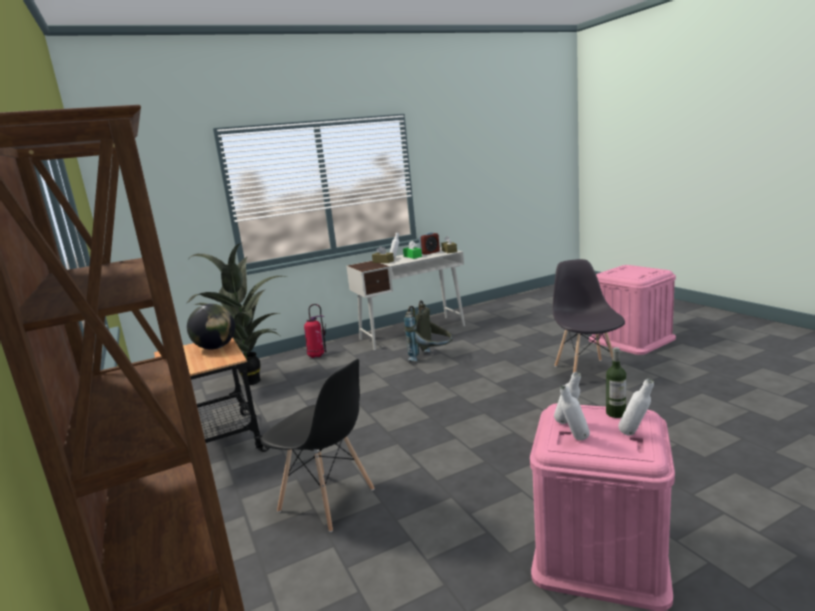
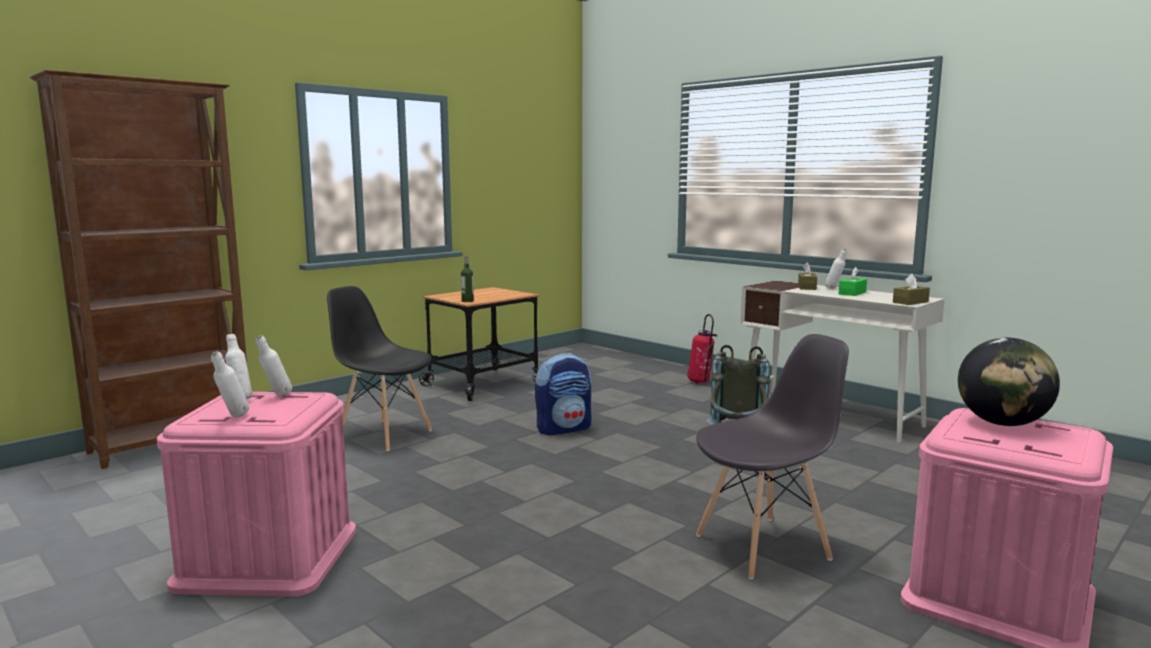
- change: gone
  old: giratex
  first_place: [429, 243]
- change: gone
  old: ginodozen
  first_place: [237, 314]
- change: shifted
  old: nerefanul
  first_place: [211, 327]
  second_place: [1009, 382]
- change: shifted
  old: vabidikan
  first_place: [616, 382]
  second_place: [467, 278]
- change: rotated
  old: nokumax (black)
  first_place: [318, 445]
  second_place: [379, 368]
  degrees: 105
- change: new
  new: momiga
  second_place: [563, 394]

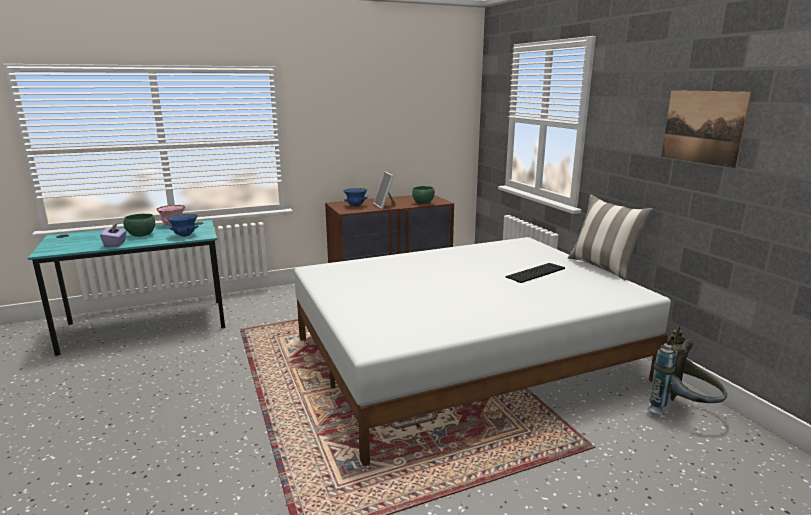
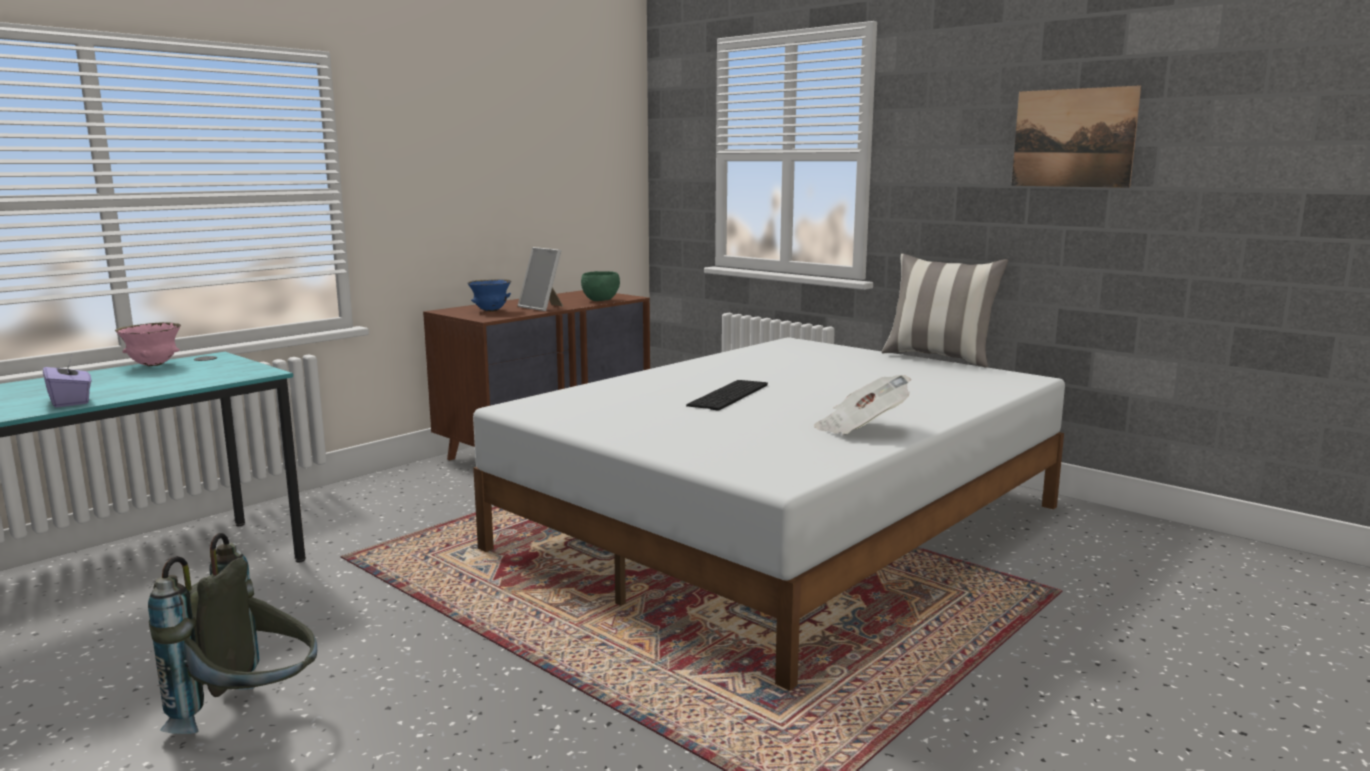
- change: gone
  old: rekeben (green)
  first_place: [139, 225]
- change: gone
  old: rekeben (blue)
  first_place: [183, 225]
- change: shifted
  old: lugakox
  first_place: [535, 273]
  second_place: [727, 395]
- change: shifted
  old: momiga (grey)
  first_place: [687, 370]
  second_place: [232, 633]
- change: new
  new: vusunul
  second_place: [862, 405]

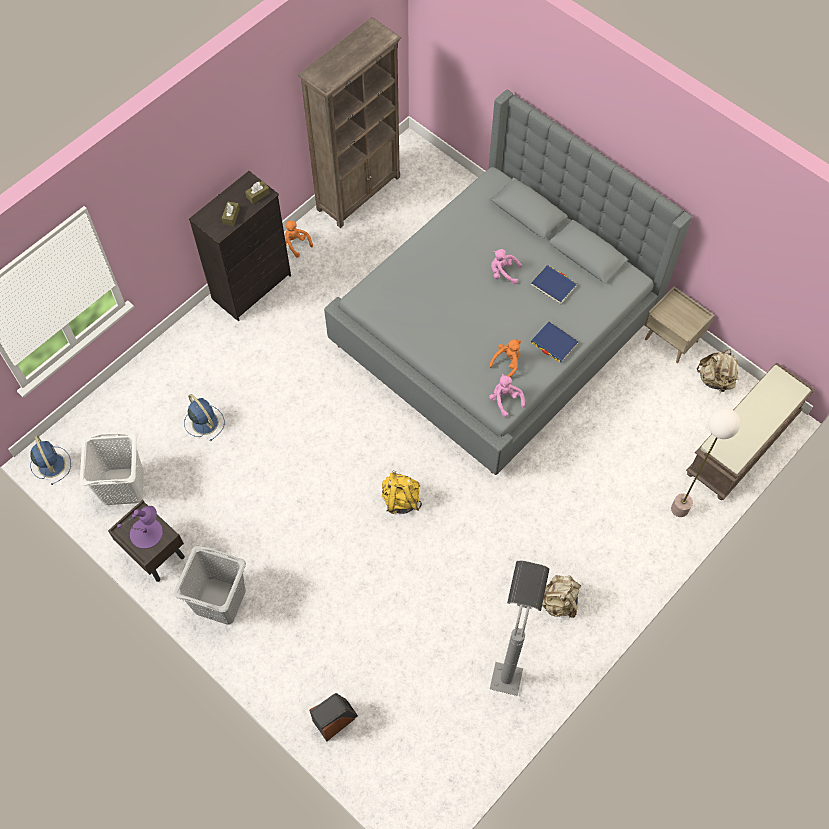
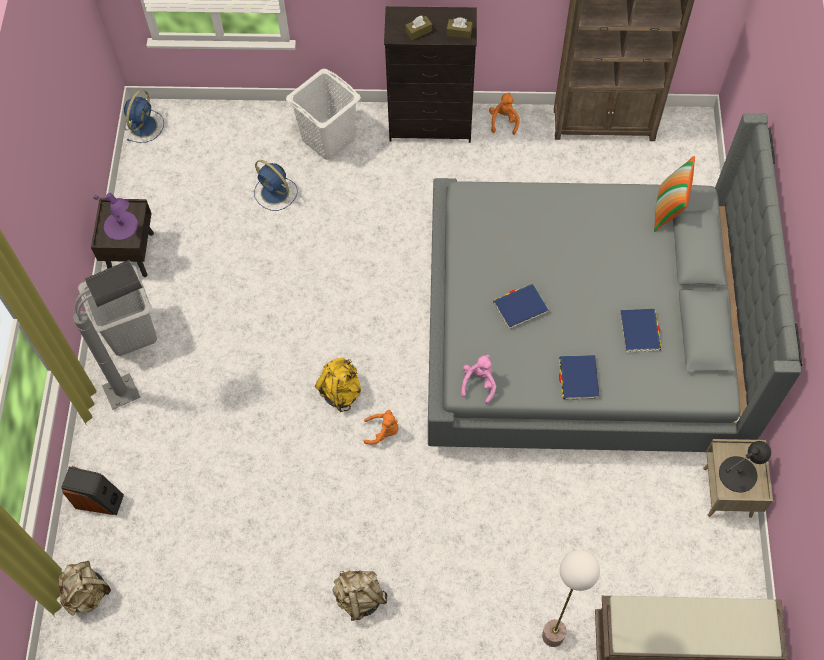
- change: gone
  old: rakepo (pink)
  first_place: [506, 266]
- change: shifted
  old: rakepo (orange)
  first_place: [505, 358]
  second_place: [381, 427]
- change: shifted
  old: momiga (beige)
  first_place: [717, 370]
  second_place: [84, 588]
- change: rotated
  old: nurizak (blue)
  first_place: [204, 417]
  second_place: [276, 185]
  degrees: 120
- change: shifted
  old: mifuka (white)
  first_place: [112, 468]
  second_place: [323, 114]
- change: shifted
  old: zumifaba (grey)
  first_place: [519, 628]
  second_place: [108, 335]
- change: new
  new: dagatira
  second_place: [674, 194]
- change: new
  new: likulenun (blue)
  second_place: [521, 306]
- change: new
  new: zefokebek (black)
  second_place: [745, 466]

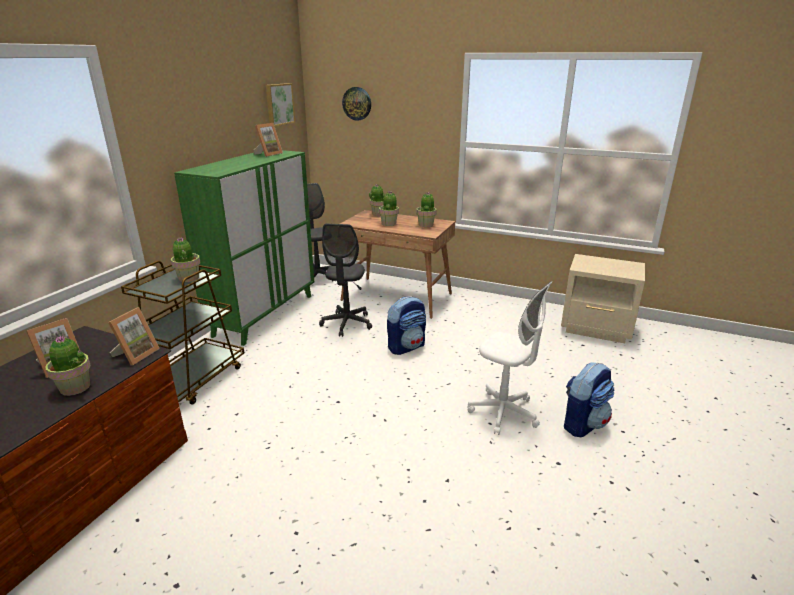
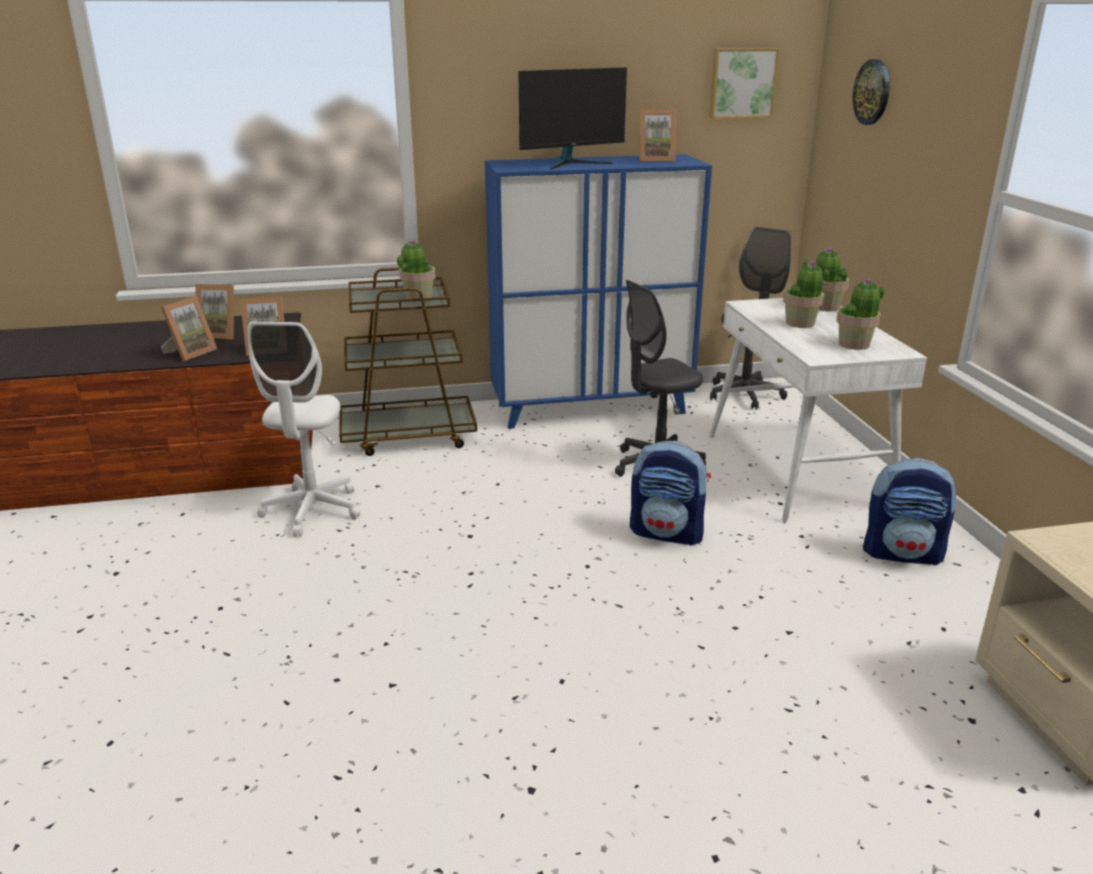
- change: repainted
  old: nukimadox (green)
  new: nukimadox (blue)
  first_place: [244, 248]
  second_place: [598, 291]
- change: repainted
  old: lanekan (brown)
  new: lanekan (white)
  first_place: [397, 264]
  second_place: [818, 410]
- change: shifted
  old: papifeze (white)
  first_place: [510, 358]
  second_place: [304, 429]
- change: swapped
  old: ginodozen
  new: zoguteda
  first_place: [68, 366]
  second_place: [189, 328]
- change: shifted
  old: momiga
  first_place: [589, 399]
  second_place: [910, 512]
- change: new
  new: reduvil
  second_place: [572, 118]

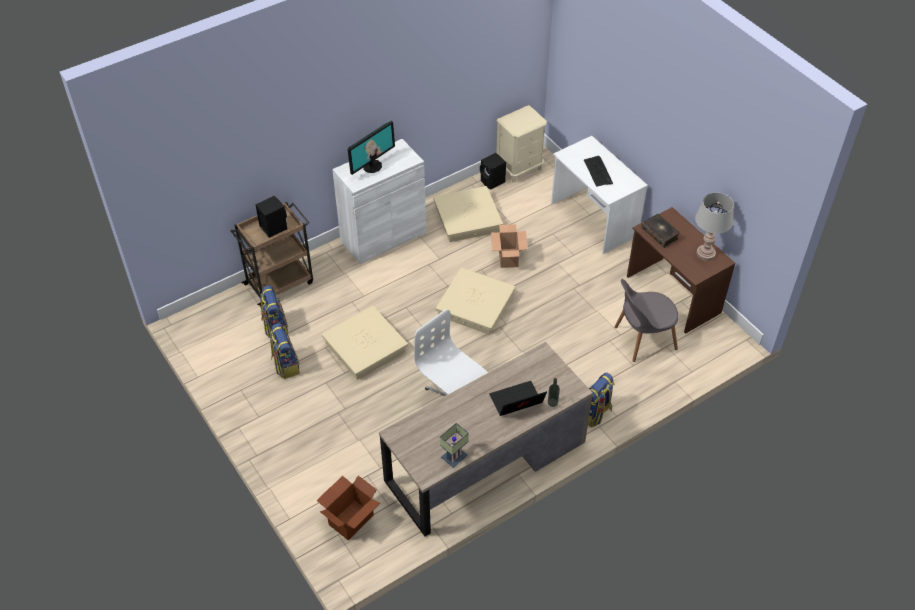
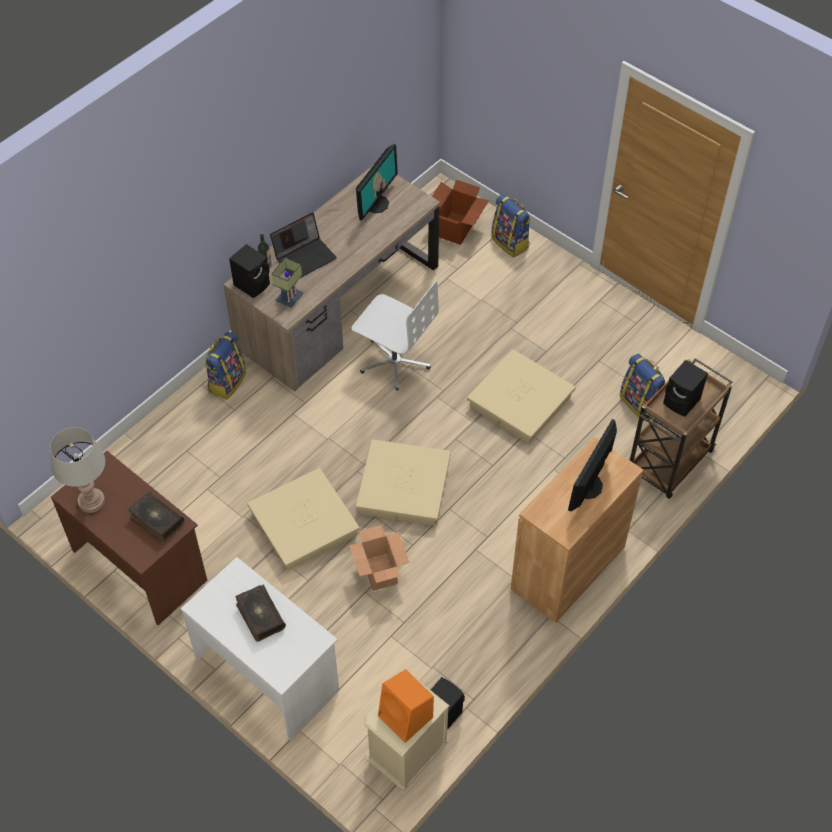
- change: repainted
  old: nukimadox (white)
  new: nukimadox (brown)
  first_place: [379, 201]
  second_place: [577, 530]
- change: swapped
  old: lugakox
  new: likulenun
  first_place: [598, 171]
  second_place: [261, 613]
- change: shifted
  old: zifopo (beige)
  first_place: [468, 214]
  second_place: [303, 519]
- change: gone
  old: nokumax (grey)
  first_place: [646, 320]
- change: shifted
  old: momiga
  first_place: [285, 351]
  second_place: [511, 226]
- change: shifted
  old: zefokebek
  first_place: [454, 445]
  second_place: [288, 282]
- change: new
  new: reduvil
  second_place: [377, 182]
- change: new
  new: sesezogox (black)
  second_place: [249, 271]
- change: new
  new: sesezogox (orange)
  second_place: [406, 706]

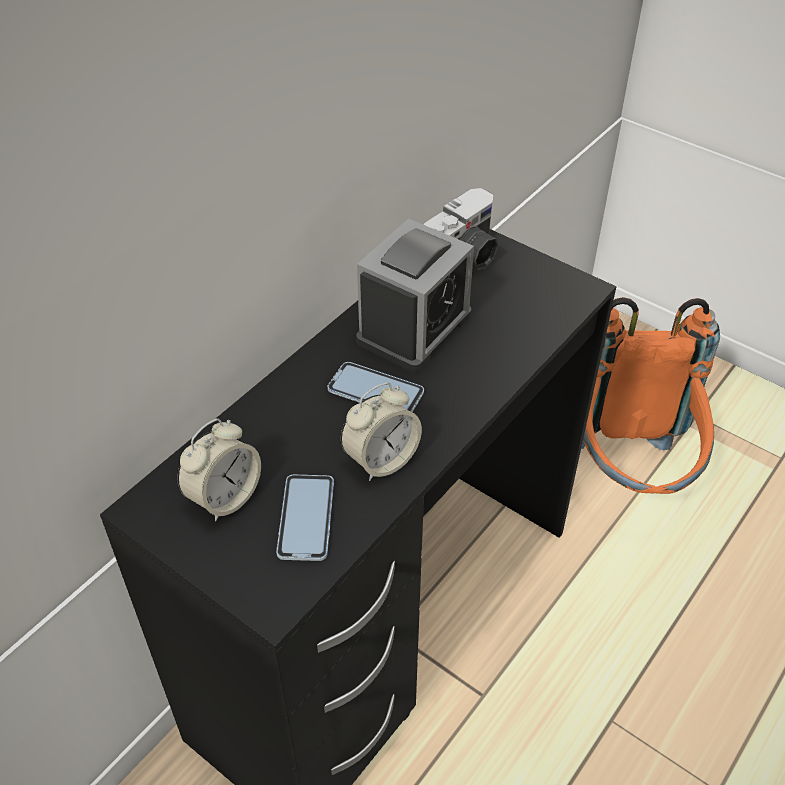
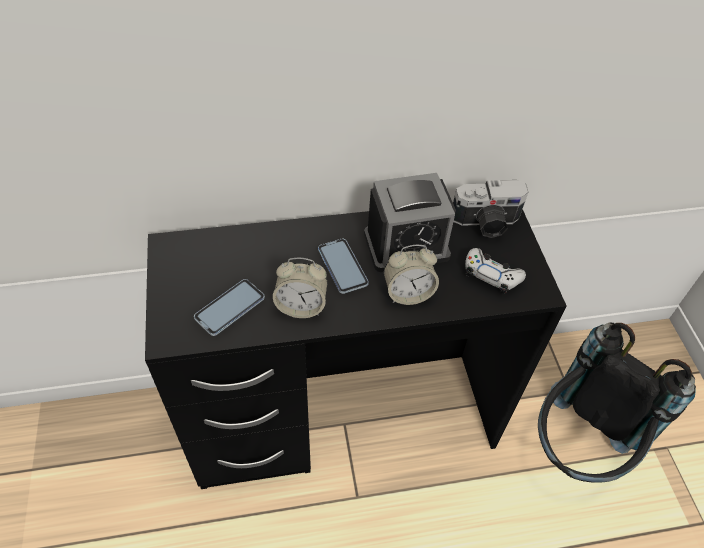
- change: repainted
  old: momiga (orange)
  new: momiga (black)
  first_place: [650, 395]
  second_place: [617, 402]
- change: shifted
  old: giratex
  first_place: [219, 469]
  second_place: [411, 275]
- change: new
  new: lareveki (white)
  second_place: [495, 271]

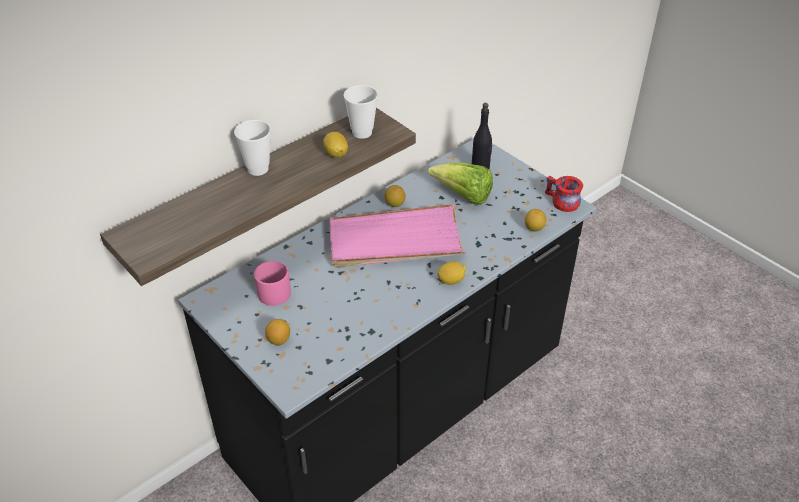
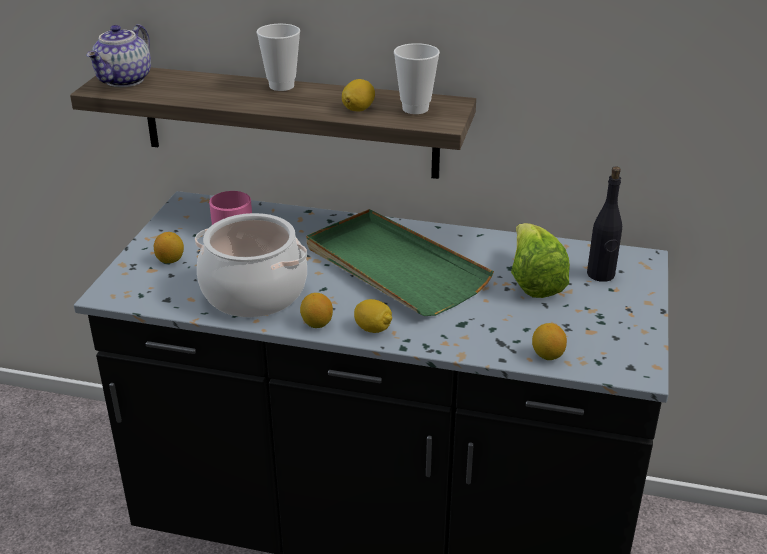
- change: gone
  old: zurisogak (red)
  first_place: [564, 194]
- change: shifted
  old: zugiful
  first_place: [394, 196]
  second_place: [316, 310]
- change: repainted
  old: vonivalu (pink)
  new: vonivalu (green)
  first_place: [397, 236]
  second_place: [400, 262]
- change: new
  new: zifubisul
  second_place: [118, 55]
- change: new
  new: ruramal
  second_place: [251, 265]

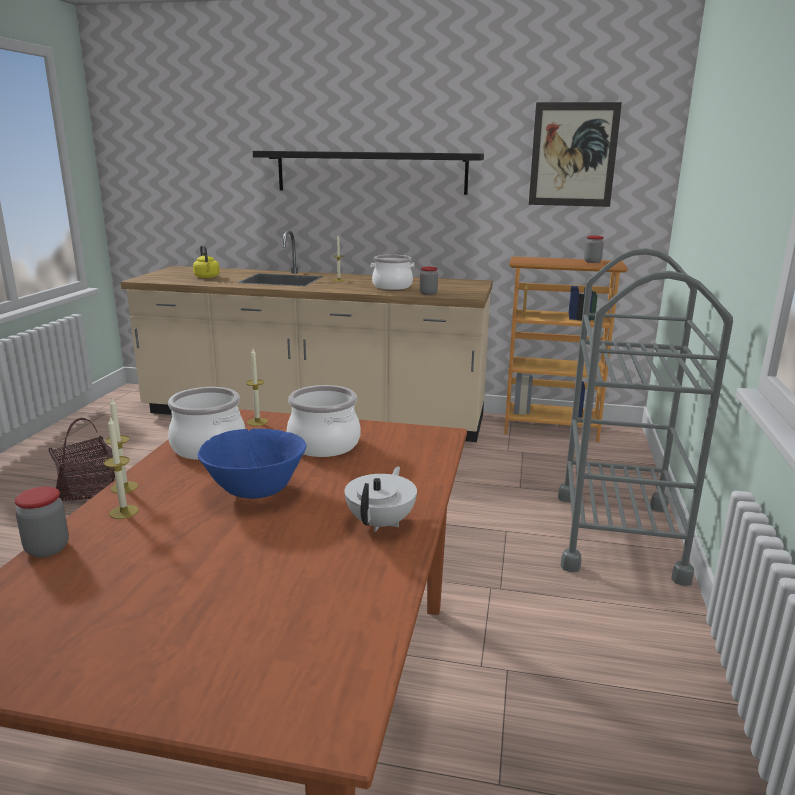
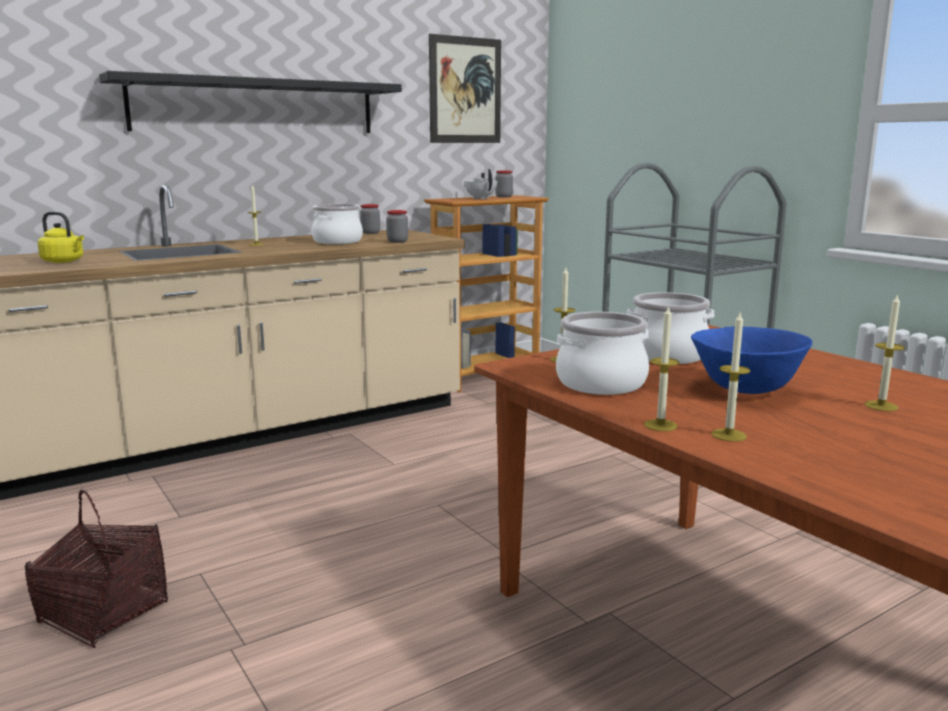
- change: shifted
  old: zifubisul (white)
  first_place: [381, 499]
  second_place: [480, 184]
- change: shifted
  old: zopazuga
  first_place: [42, 522]
  second_place: [370, 219]
- change: new
  new: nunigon
  second_place: [885, 352]

